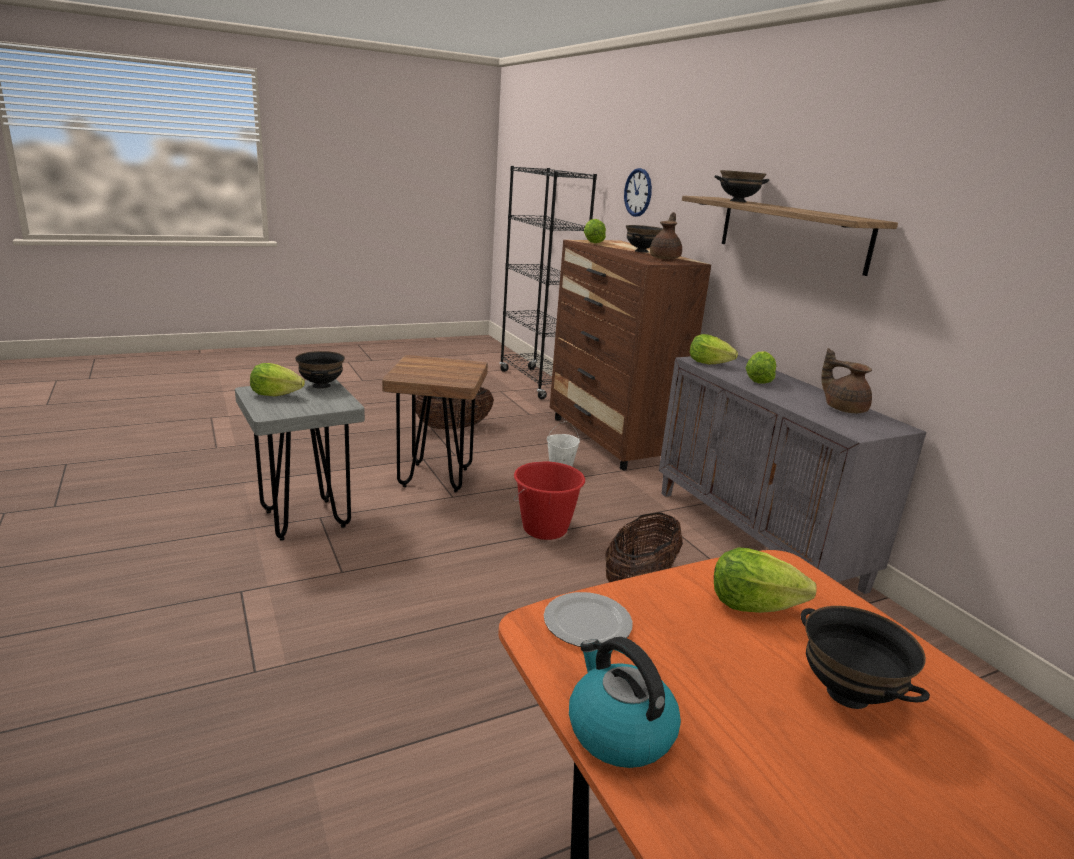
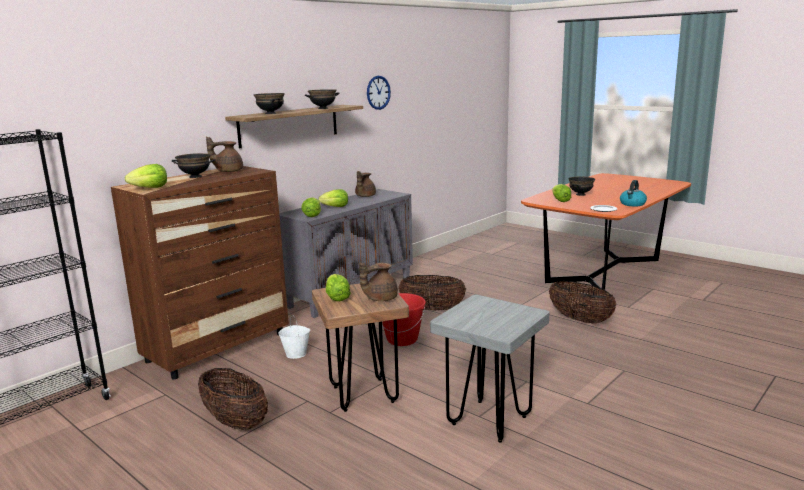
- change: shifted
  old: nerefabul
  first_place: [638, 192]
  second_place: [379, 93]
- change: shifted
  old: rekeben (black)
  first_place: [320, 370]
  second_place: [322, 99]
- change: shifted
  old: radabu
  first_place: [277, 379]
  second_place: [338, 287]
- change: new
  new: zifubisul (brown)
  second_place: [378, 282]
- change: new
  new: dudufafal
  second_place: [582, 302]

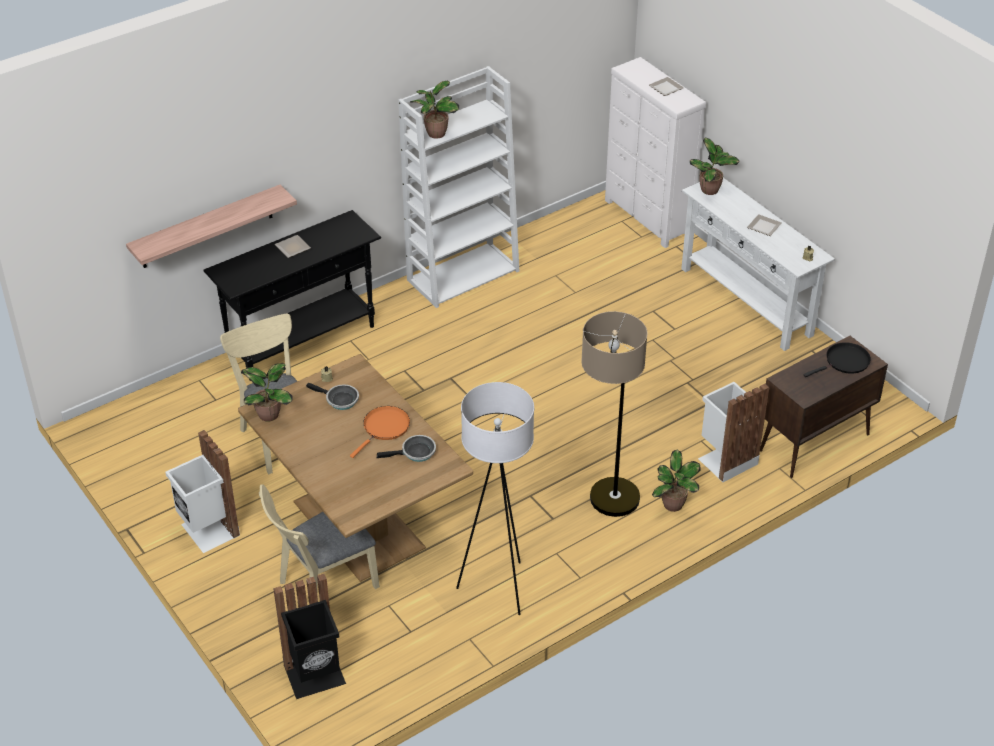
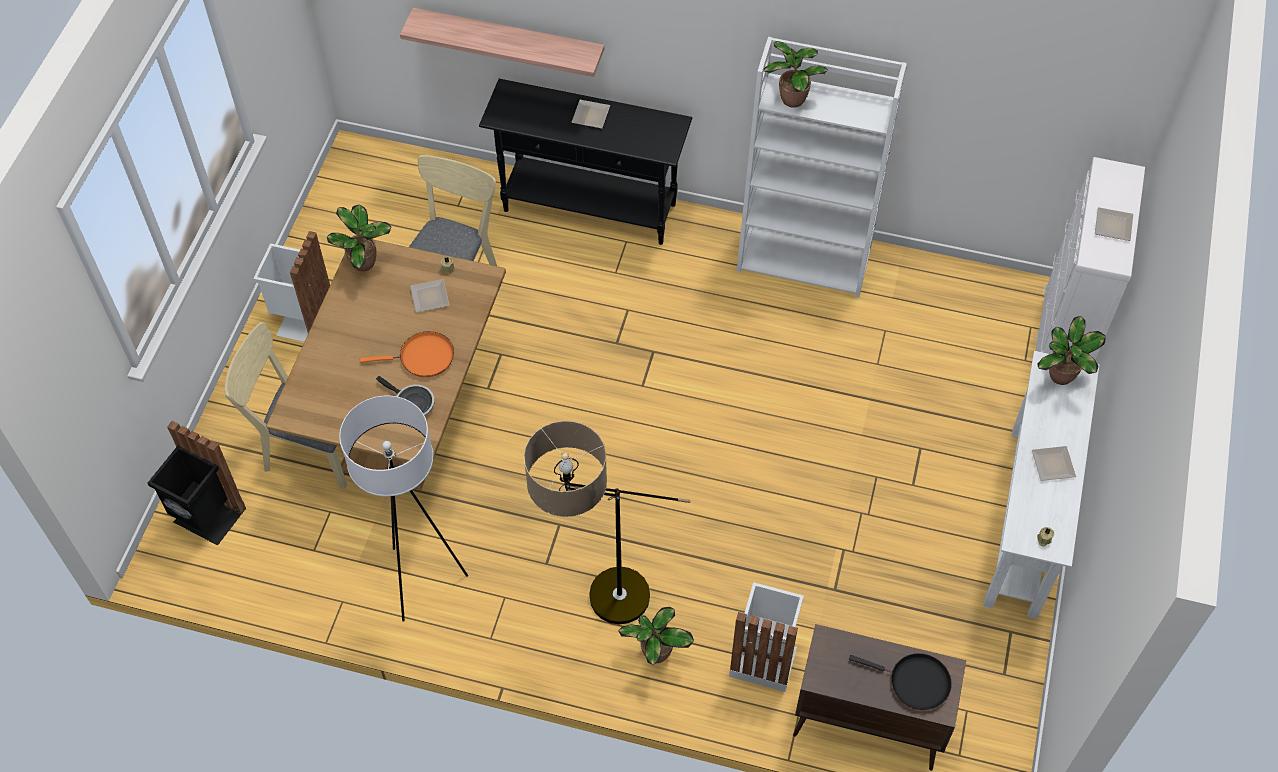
- change: swapped
  old: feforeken
  new: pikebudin
  first_place: [332, 396]
  second_place: [429, 295]

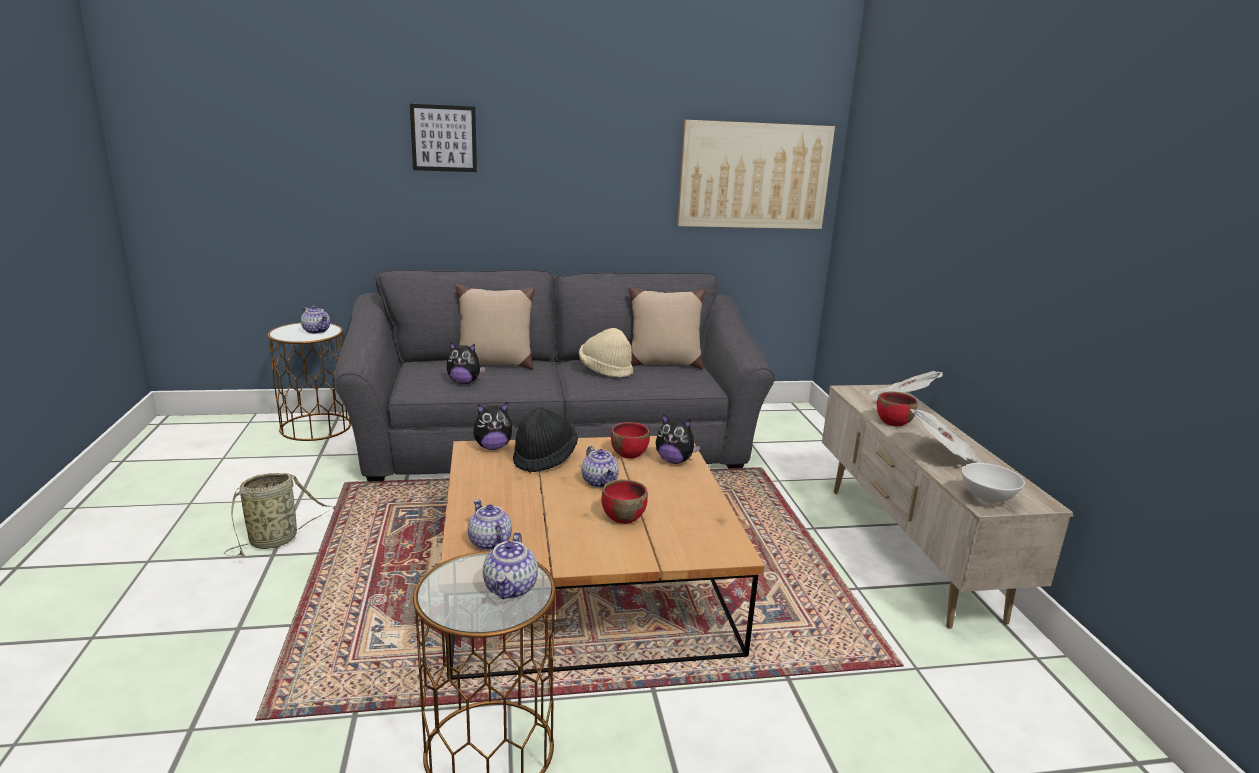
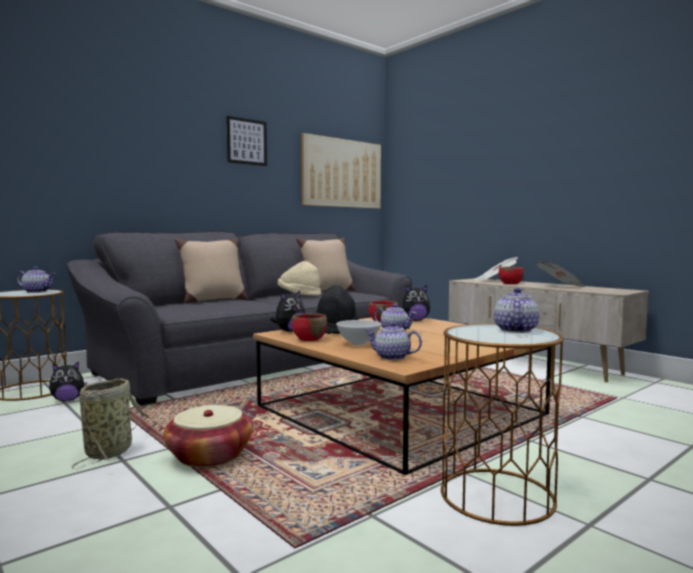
- change: shifted
  old: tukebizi
  first_place: [443, 138]
  second_place: [246, 141]
- change: shifted
  old: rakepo
  first_place: [466, 363]
  second_place: [68, 381]
- change: shifted
  old: rekeben (white)
  first_place: [993, 483]
  second_place: [358, 333]
- change: shifted
  old: rekeben (red)
  first_place: [624, 501]
  second_place: [309, 327]
- change: rotated
  old: zifubisul
  first_place: [510, 565]
  second_place: [517, 310]
  degrees: -135
- change: new
  new: dudufafal
  second_place: [208, 436]

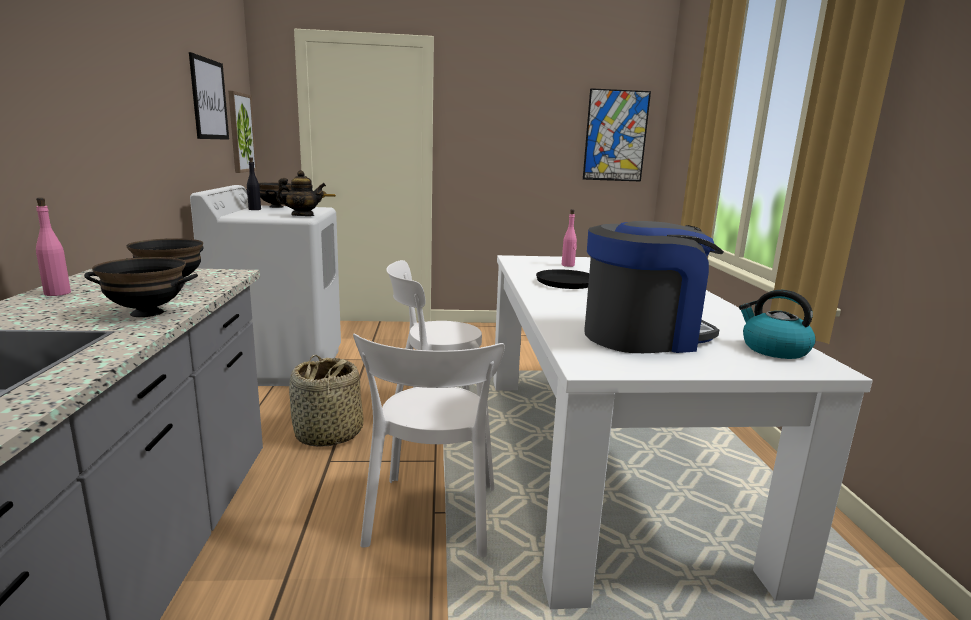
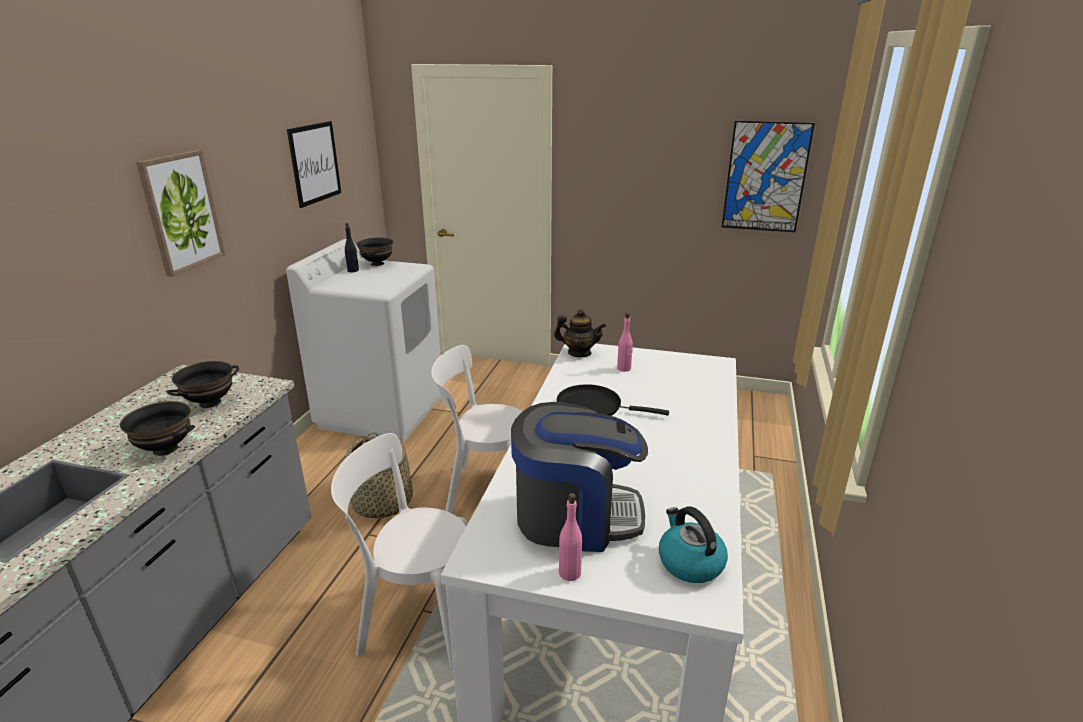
- change: shifted
  old: tukebizi
  first_place: [242, 132]
  second_place: [180, 213]
- change: shifted
  old: zifubisul
  first_place: [301, 193]
  second_place: [580, 333]
- change: shifted
  old: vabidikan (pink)
  first_place: [53, 246]
  second_place: [570, 537]
- change: rotated
  old: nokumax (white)
  first_place: [429, 445]
  second_place: [399, 550]
  degrees: 75

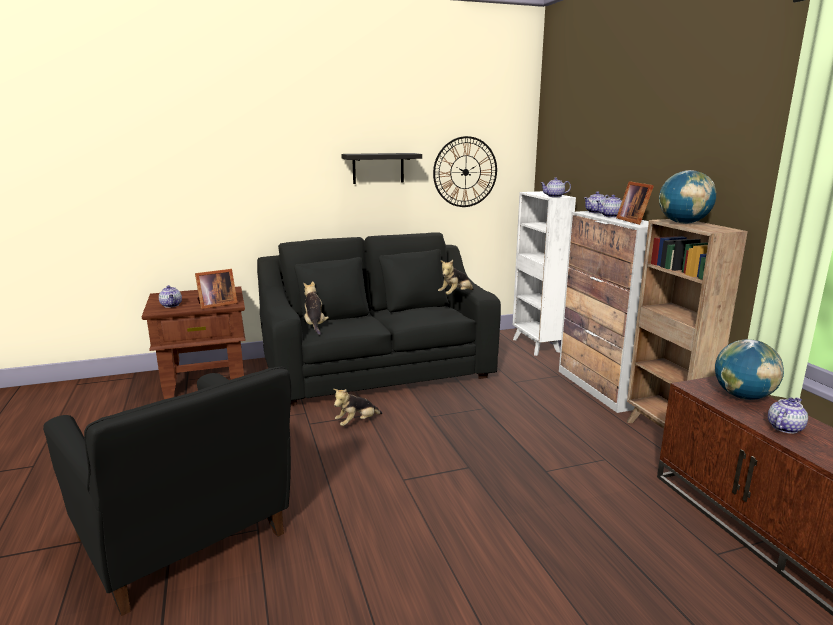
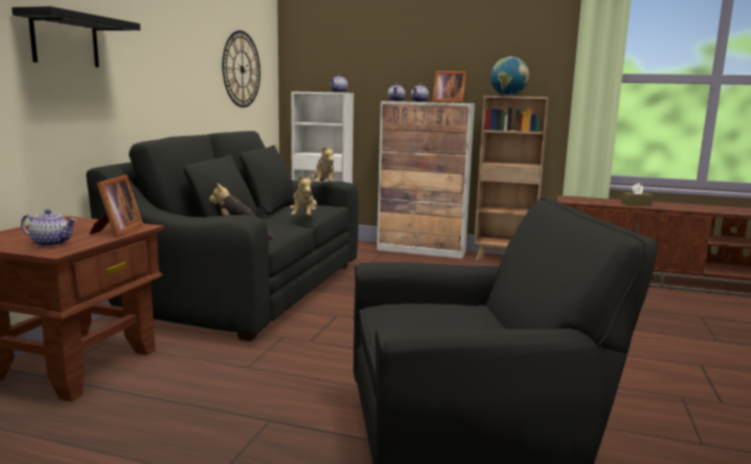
- change: shifted
  old: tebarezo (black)
  first_place: [381, 168]
  second_place: [76, 36]
- change: gone
  old: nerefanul
  first_place: [749, 369]
- change: shifted
  old: rakepo
  first_place: [357, 407]
  second_place: [303, 195]
- change: swapped
  old: zifubisul
  new: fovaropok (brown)
  first_place: [788, 415]
  second_place: [637, 194]

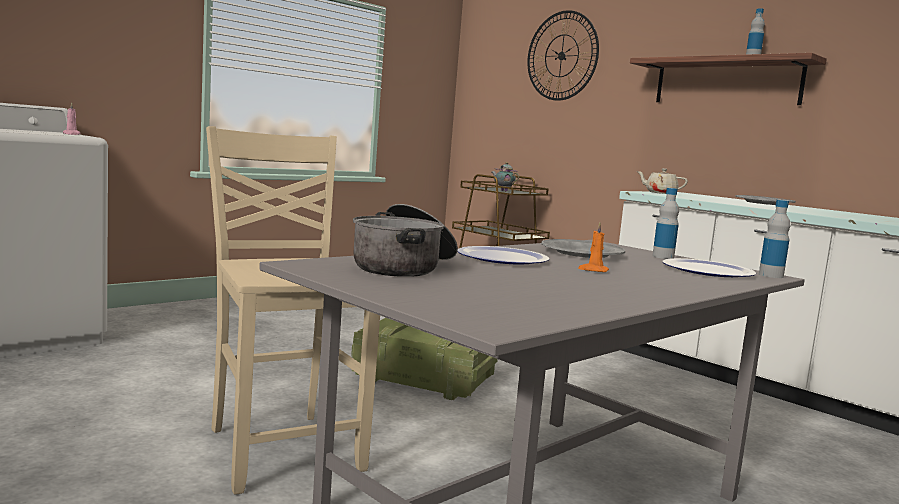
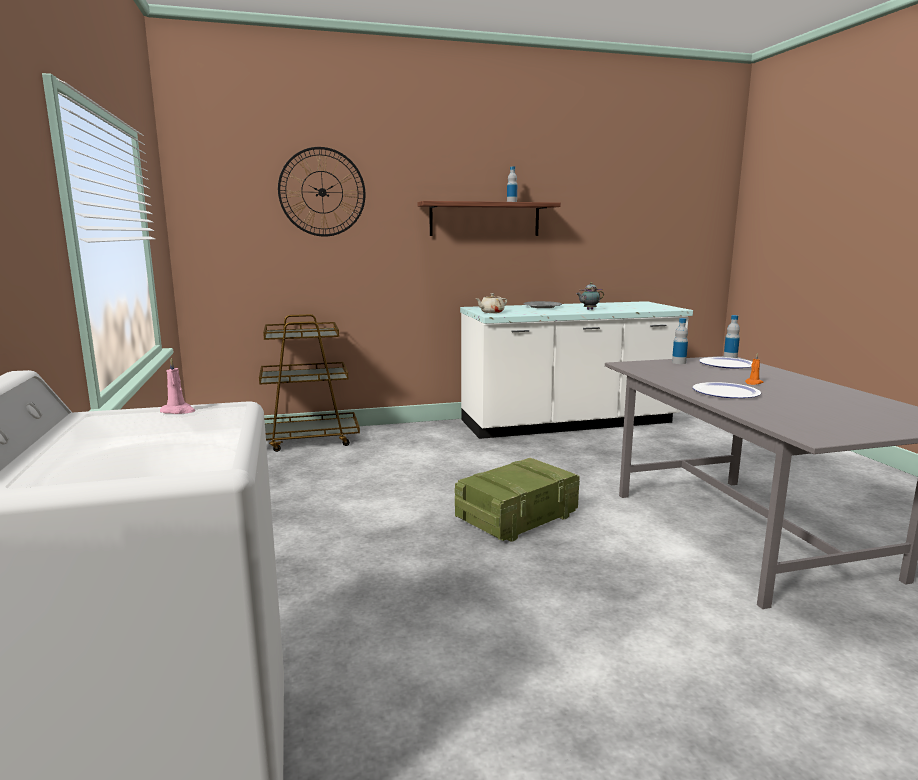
- change: gone
  old: nokumax (beige)
  first_place: [293, 310]
- change: shifted
  old: zifubisul
  first_place: [505, 176]
  second_place: [590, 296]
- change: gone
  old: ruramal
  first_place: [405, 240]
- change: gone
  old: pikebudin (grey)
  first_place: [583, 248]

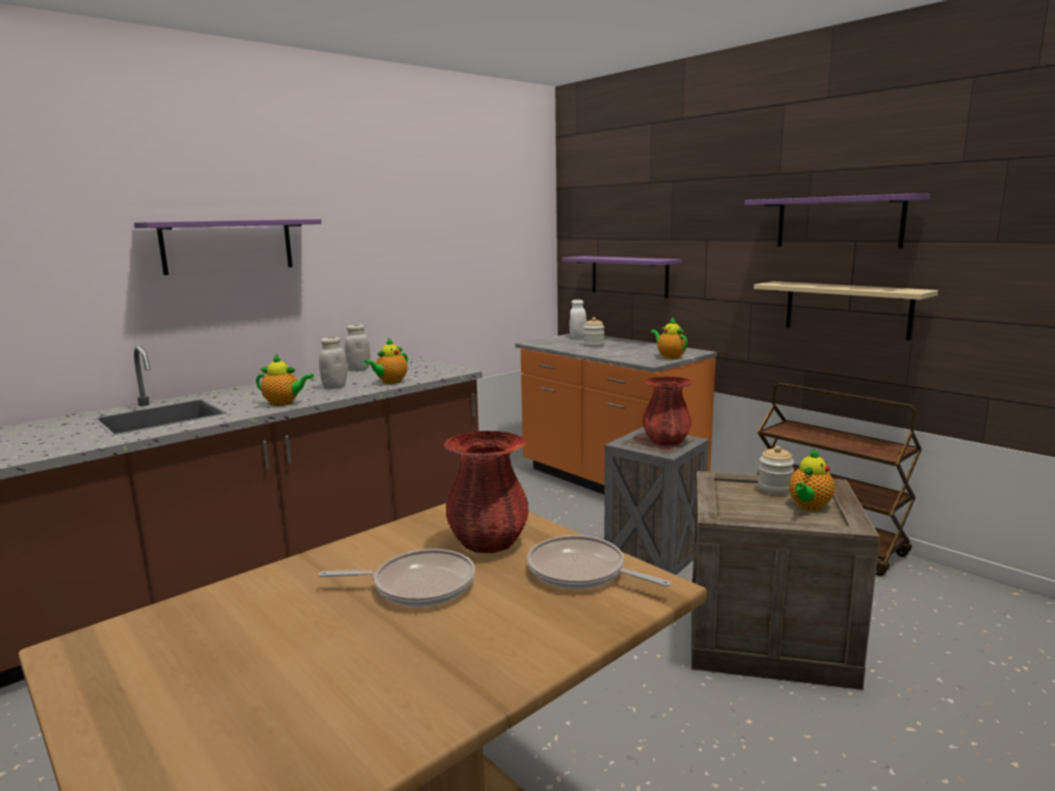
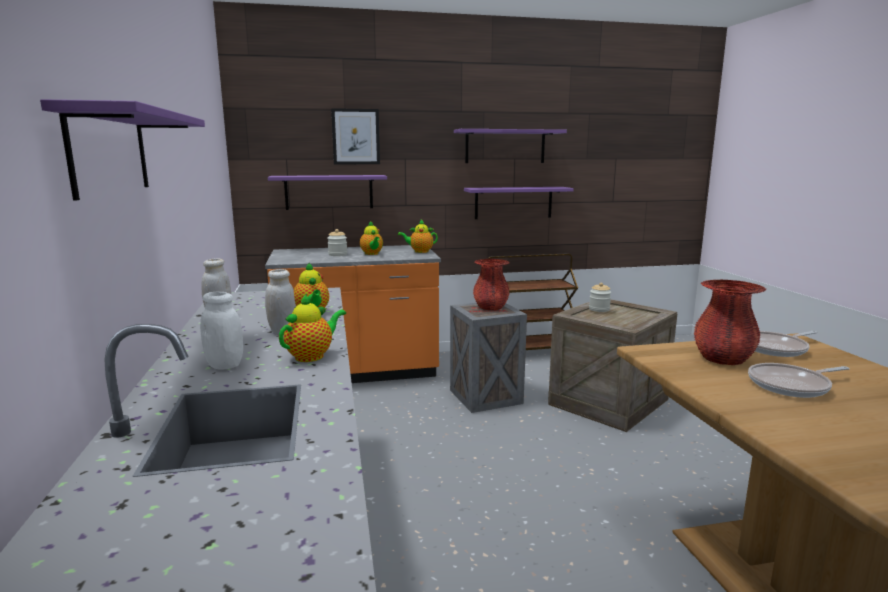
- change: repainted
  old: tebarezo (beige)
  new: tebarezo (purple)
  first_place: [846, 310]
  second_place: [519, 203]
- change: shifted
  old: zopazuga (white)
  first_place: [578, 319]
  second_place: [221, 331]
- change: shifted
  old: zifubisul
  first_place: [812, 479]
  second_place: [371, 238]
- change: rotated
  old: feforeken
  first_place: [397, 578]
  second_place: [799, 380]
  degrees: -135
- change: new
  new: tukebizi
  second_place: [355, 136]

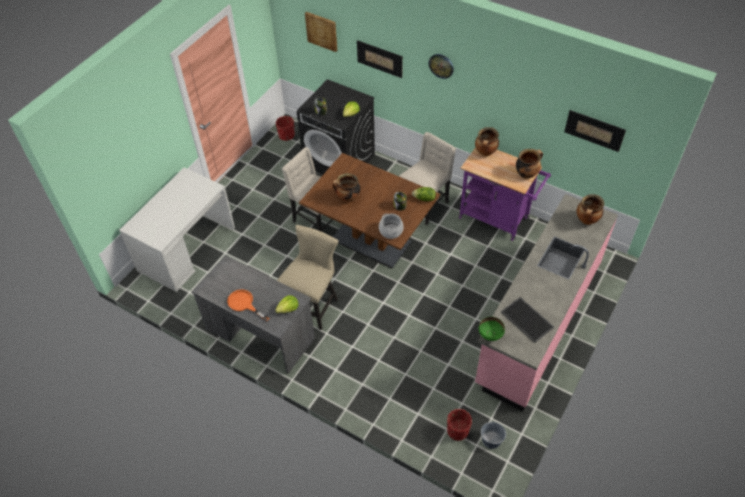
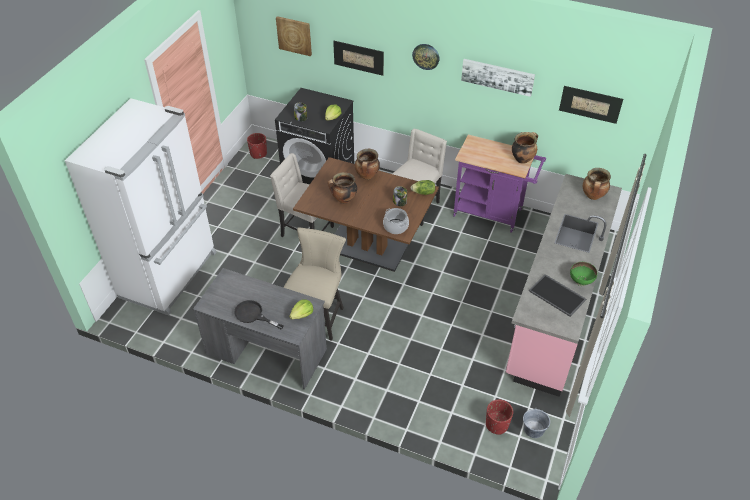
- change: shifted
  old: ruramal
  first_place: [487, 141]
  second_place: [367, 164]
- change: swapped
  old: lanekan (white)
  new: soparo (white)
  first_place: [177, 229]
  second_place: [140, 206]
- change: repainted
  old: feforeken (orange)
  new: feforeken (black)
  first_place: [248, 305]
  second_place: [259, 314]
- change: shifted
  old: rekeben (green)
  first_place: [492, 329]
  second_place: [583, 274]
- change: new
  new: tukebizi
  second_place: [498, 78]

